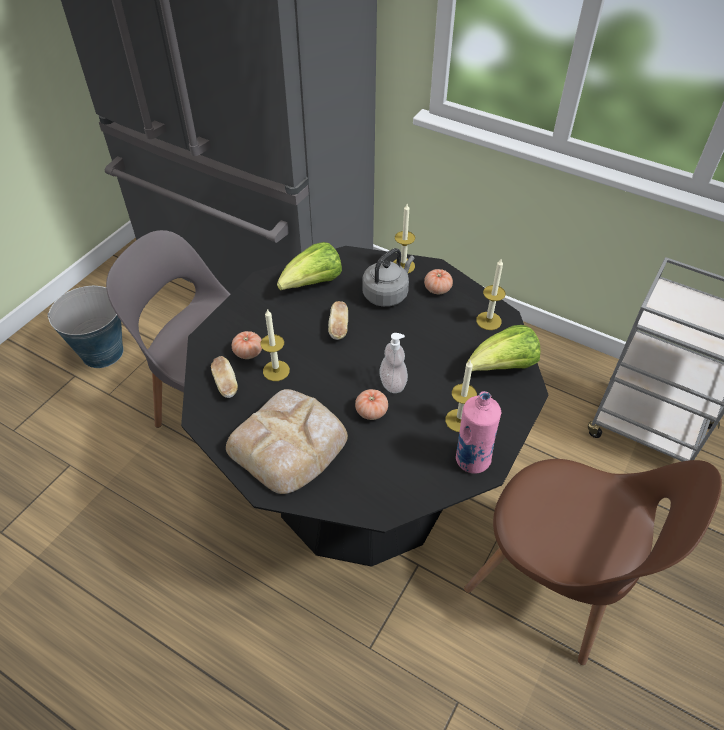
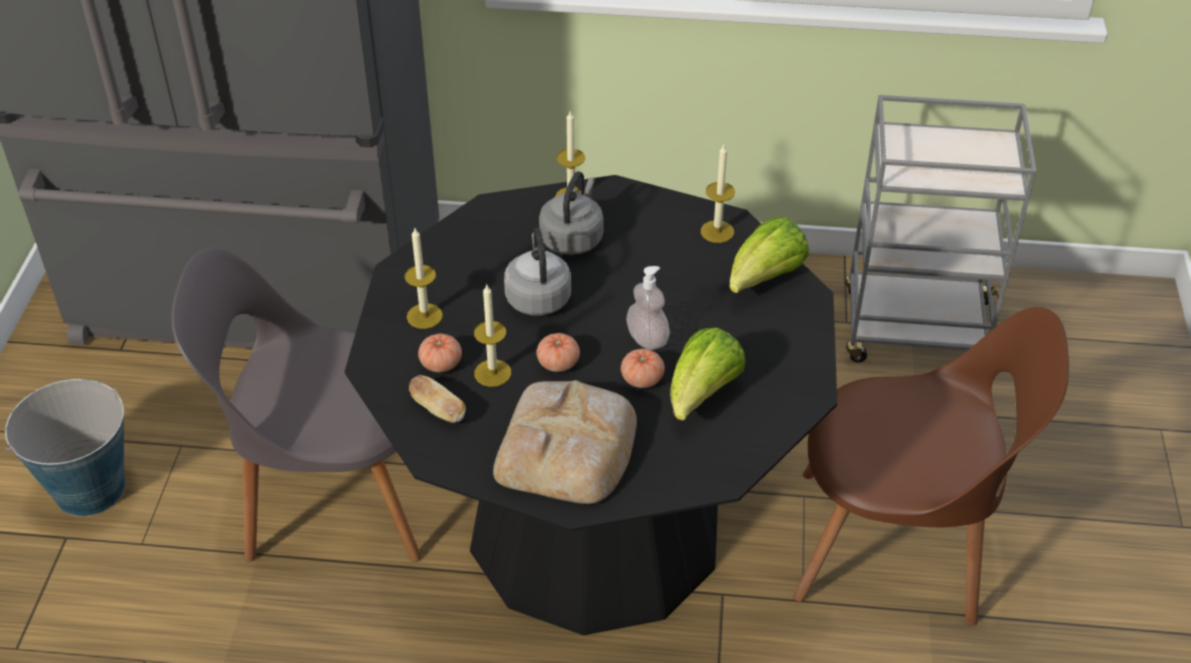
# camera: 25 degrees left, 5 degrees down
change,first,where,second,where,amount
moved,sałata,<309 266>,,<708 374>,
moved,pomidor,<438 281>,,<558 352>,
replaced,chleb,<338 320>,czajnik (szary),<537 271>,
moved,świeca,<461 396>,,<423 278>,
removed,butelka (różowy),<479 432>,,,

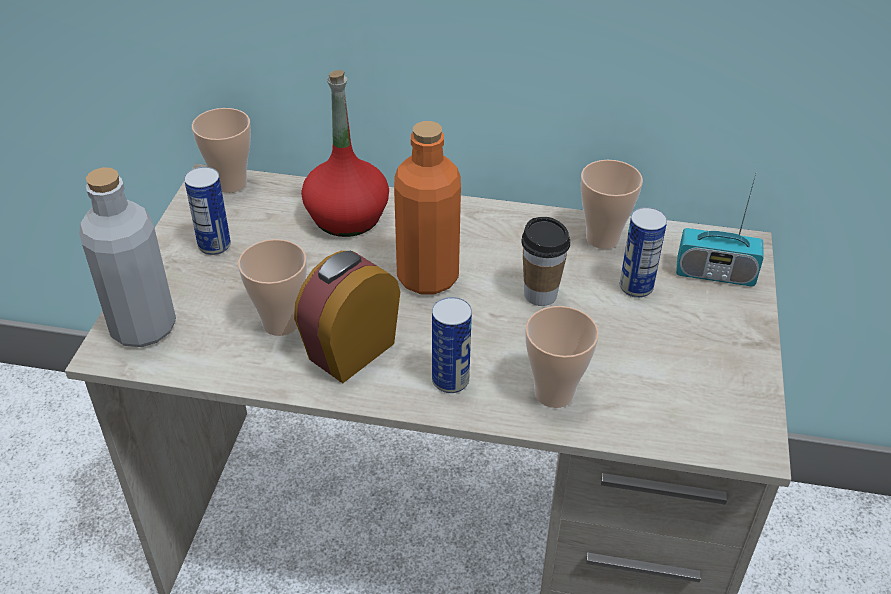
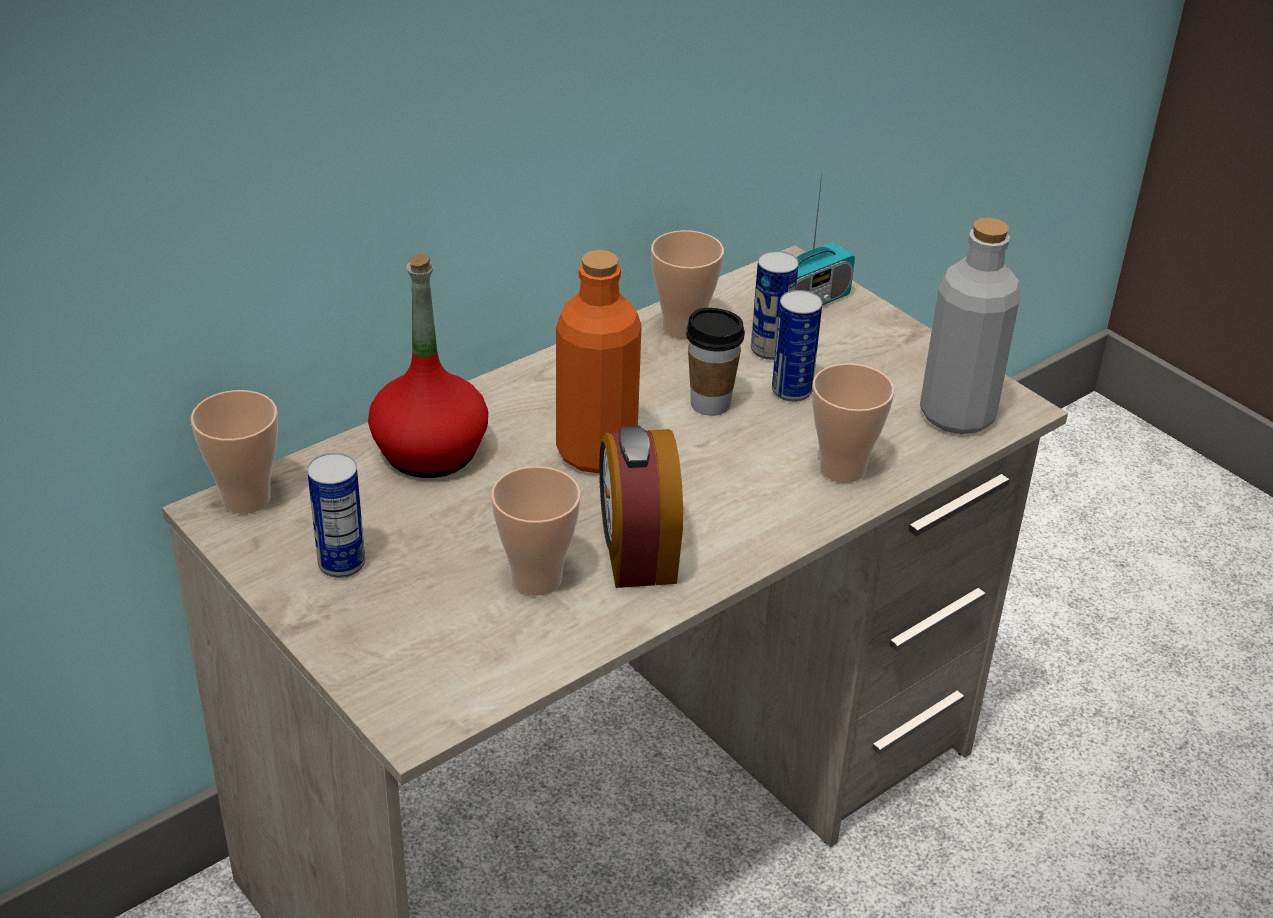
# camera: 50 degrees left, 5 degrees down
change,first,where,second,where,amount
moved,butelka (szary),<127 257>,,<970 326>,
moved,puszka,<452 345>,,<797 346>,

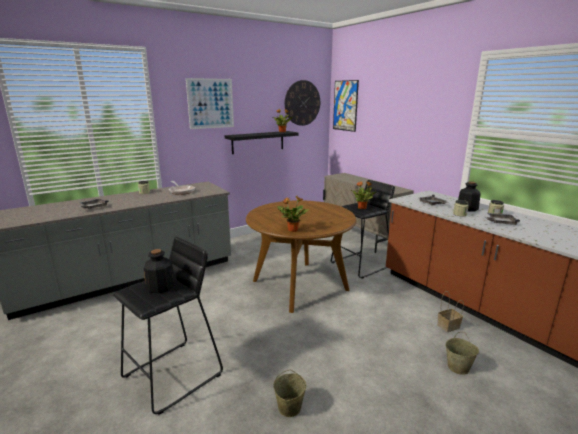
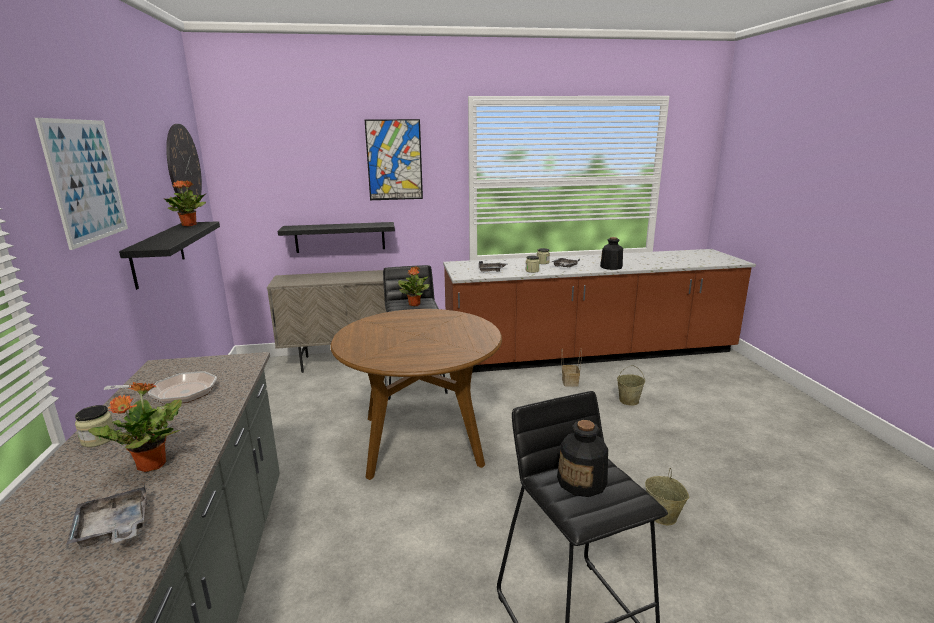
# camera: 65 degrees left, 0 degrees up
change,first,where,second,where,amount
moved,obraz,<346 106>,,<394 159>,
moved,butelka,<469 196>,,<611 253>,
moved,roślina doniczkowa,<293 214>,,<135 427>,
added,,,półka (czarny),<336 237>,

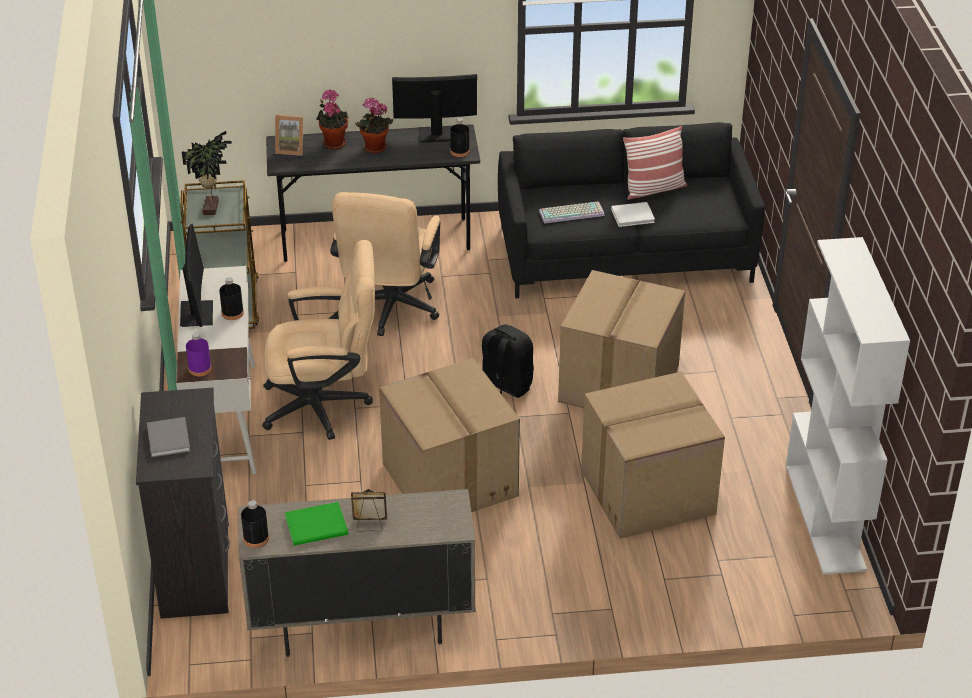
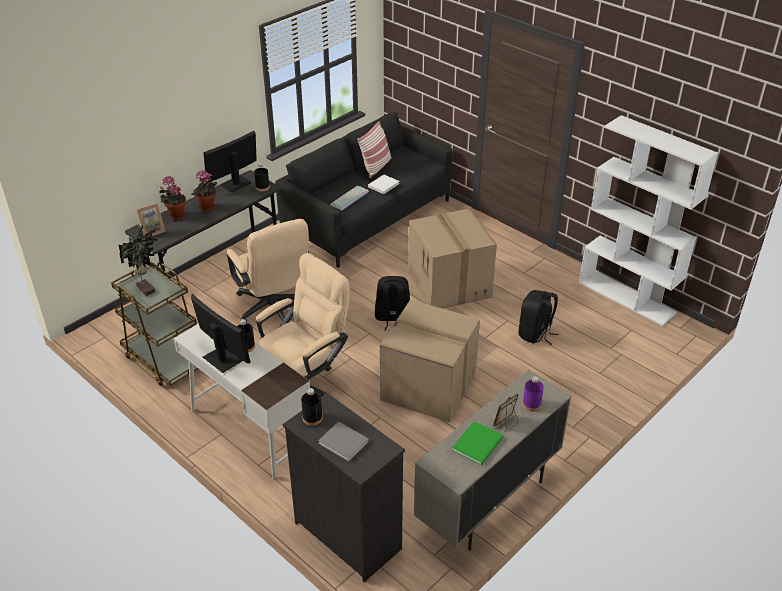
# camera: 40 degrees left, 0 degrees up
change,first,where,second,where,amount
moved,butelka (fioletowy),<199 354>,,<533 393>,
replaced,karton,<653 455>,plecak (czarny),<538 317>,
moved,butelka (czarny),<255 524>,,<312 407>,

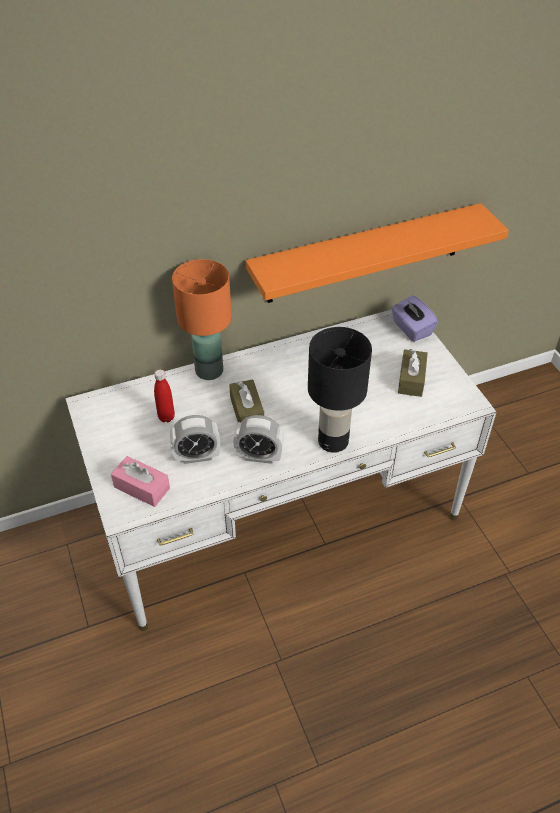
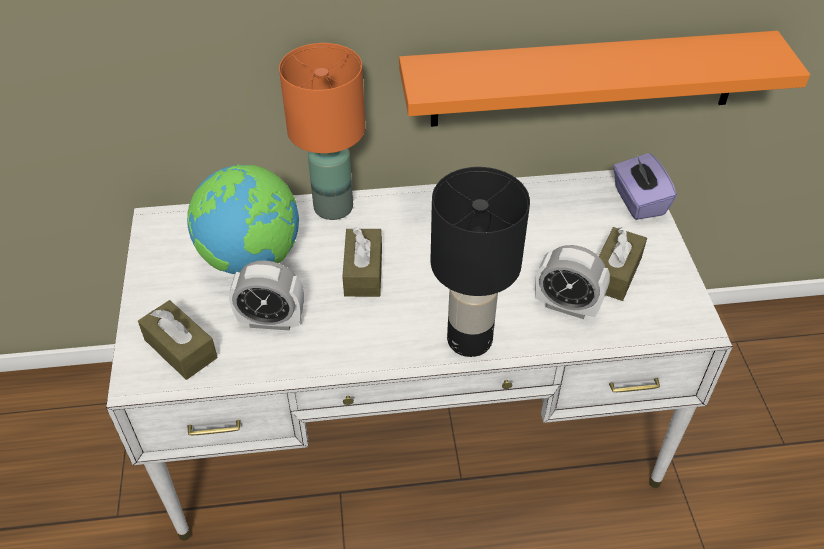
# camera: 15 degrees right, 0 degrees up
change,first,where,second,where,amount
replaced,butelka (czerwony),<164 395>,globus,<243 219>,
moved,budzik,<258 439>,,<572 282>,
recoloured,pudełko chusteczek (różowy),<140 481>,pudełko chusteczek (brązowy),<177 340>,

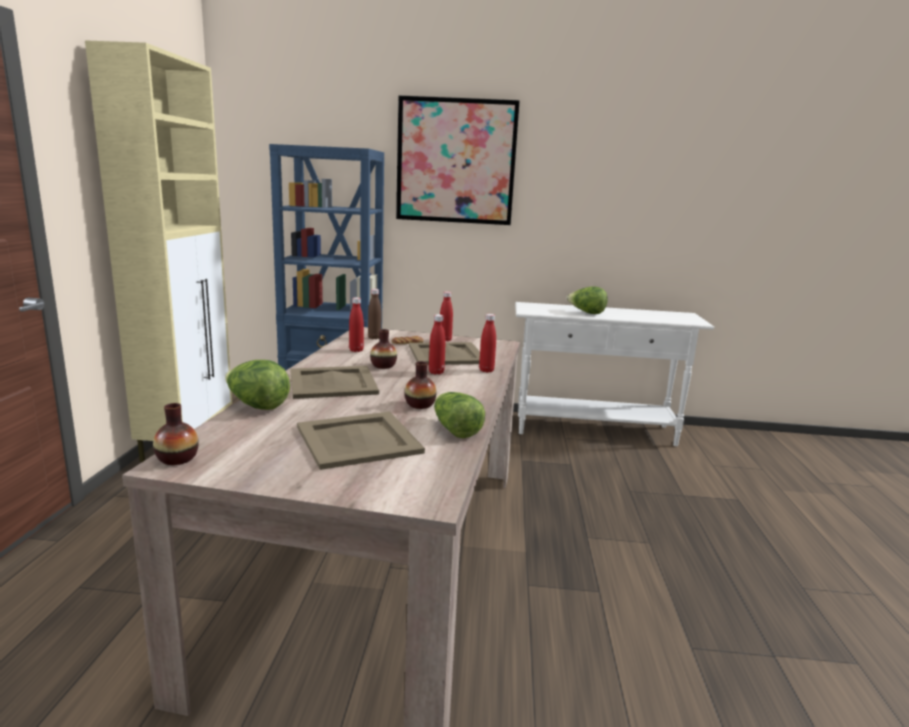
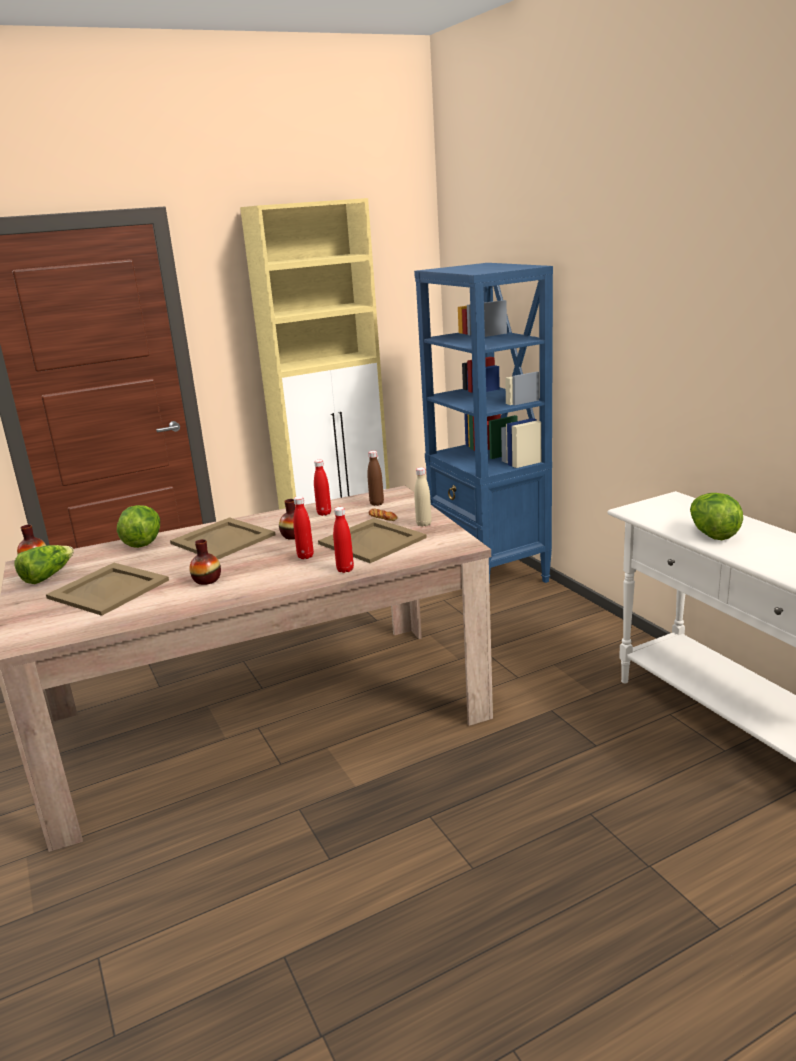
# camera: 60 degrees right, 5 degrees up
change,first,where,second,where,amount
removed,obraz,<458 160>,,,
recoloured,butelka (czerwony),<446 316>,butelka (beżowy),<423 497>,
moved,sałata,<459 415>,,<44 564>,

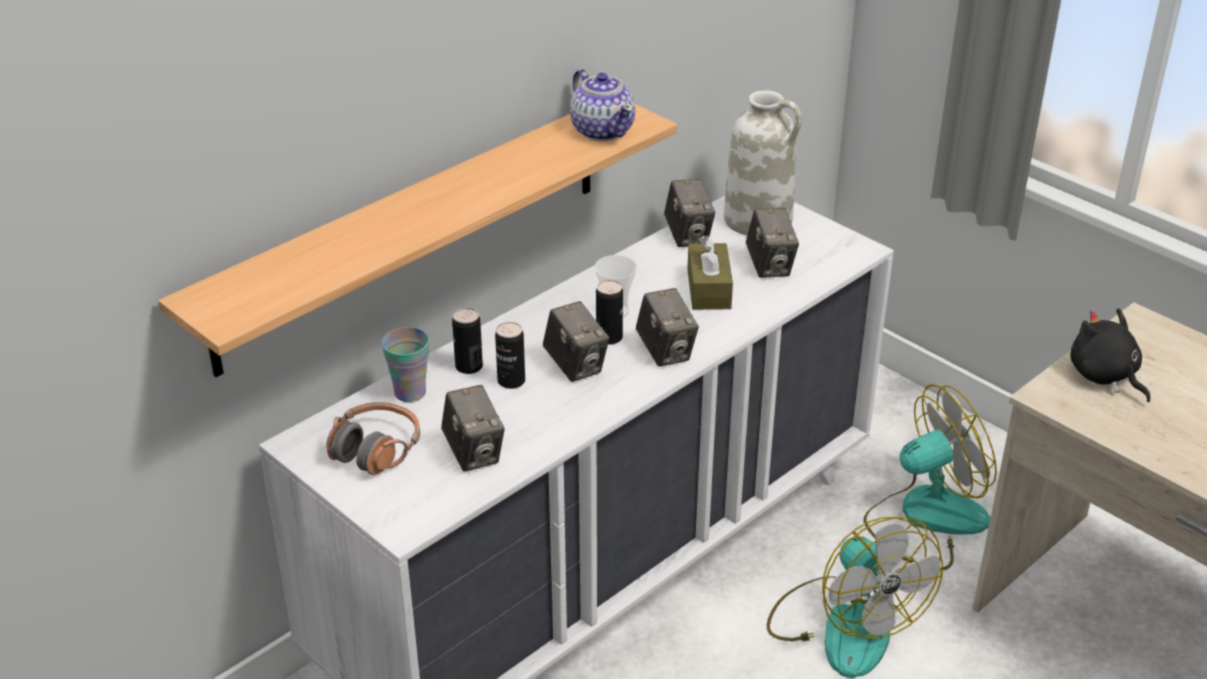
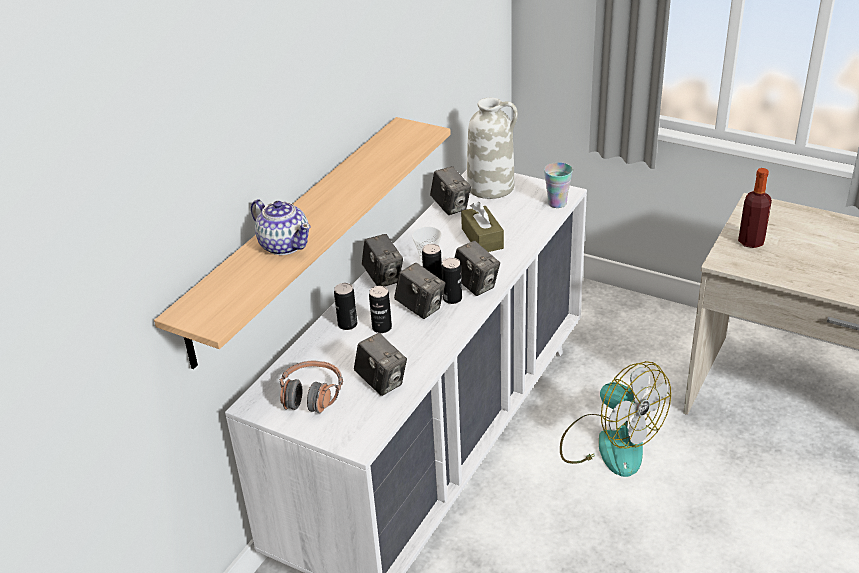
# camera: 15 degrees left, 0 degrees up
change,first,where,second,where,amount
moved,imbryk,<602 105>,,<281 227>,
moved,aparat fotograficzny,<772 243>,,<382 260>,
replaced,pluszak (czarny),<1110 355>,butelka,<755 208>,
moved,filiżanka,<405 364>,,<558 185>,
removed,wentylator,<930 477>,,,
added,,,puszka,<452 281>,

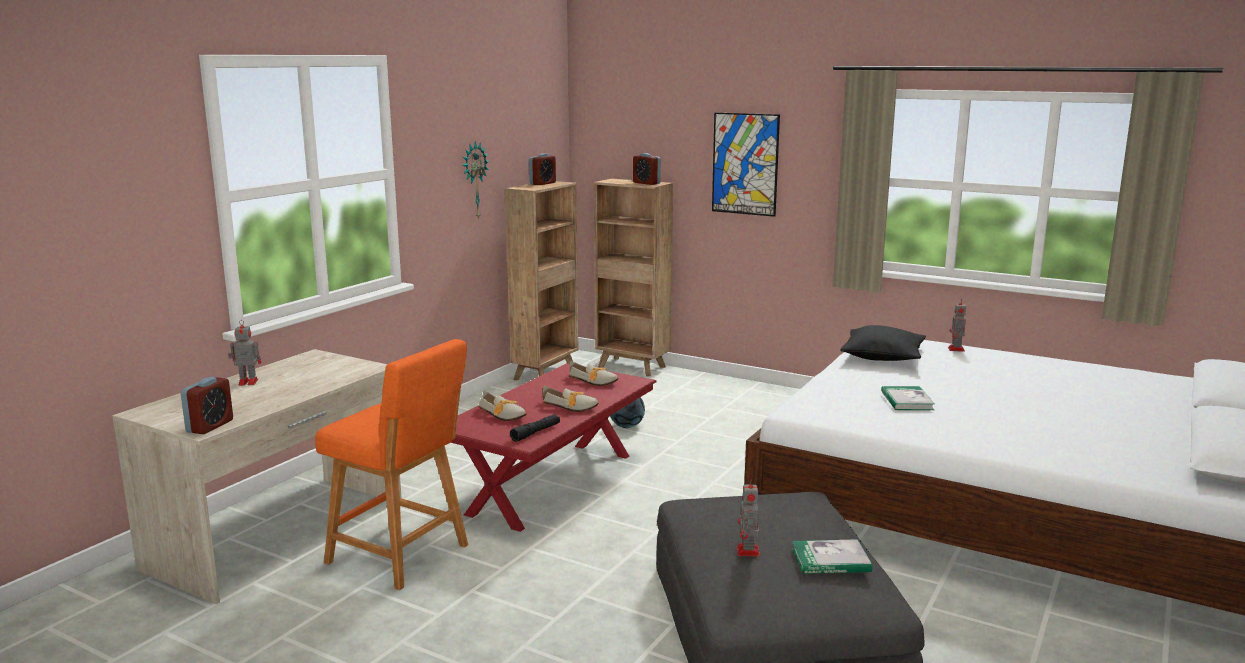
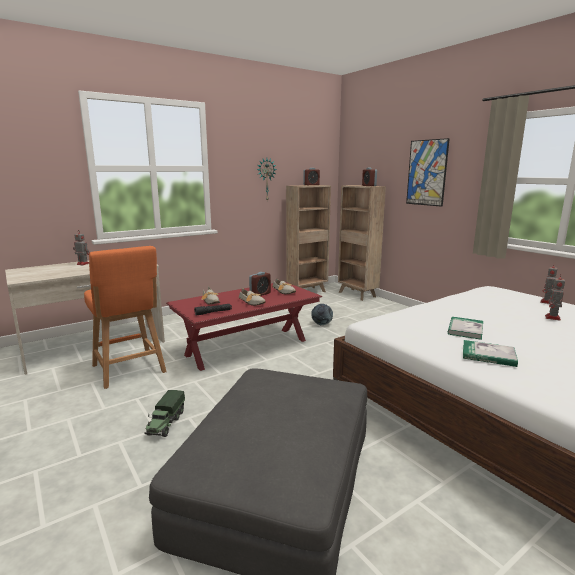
# camera: 25 degrees right, 0 degrees up
change,first,where,second,where,amount
removed,poduszka (czarny),<883 343>,,,
moved,budzik,<207 405>,,<260 284>,
moved,robot zabawkowy,<748 520>,,<555 298>,
moved,książka,<832 556>,,<490 353>,
added,,,ciężarówka zabawkowa,<164 413>,

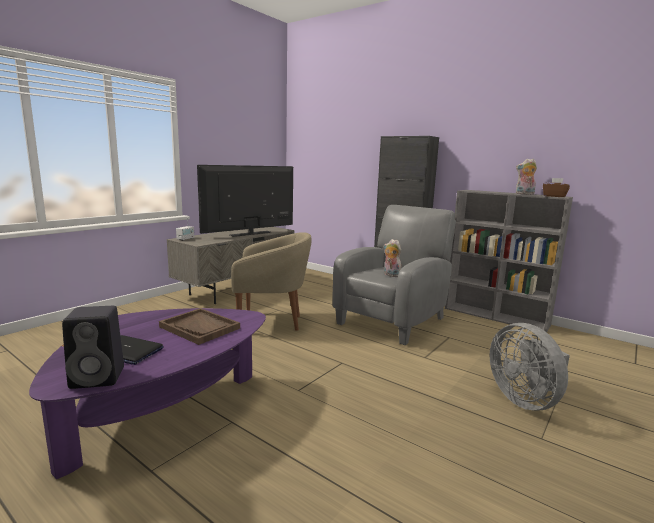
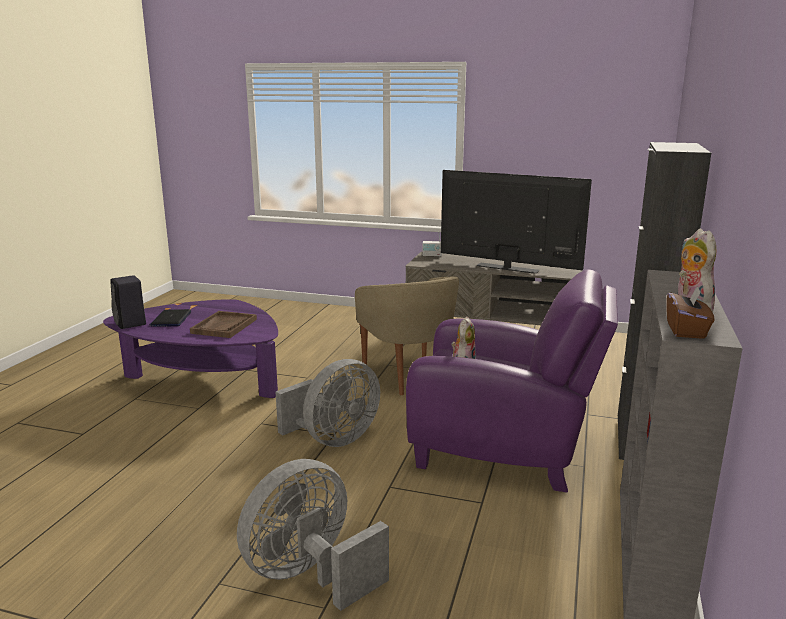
# camera: 70 degrees right, 5 degrees up
change,first,where,second,where,amount
recoloured,fotel (szary),<394 275>,fotel (fioletowy),<512 381>,
added,,,wentylator (szary),<328 403>,

